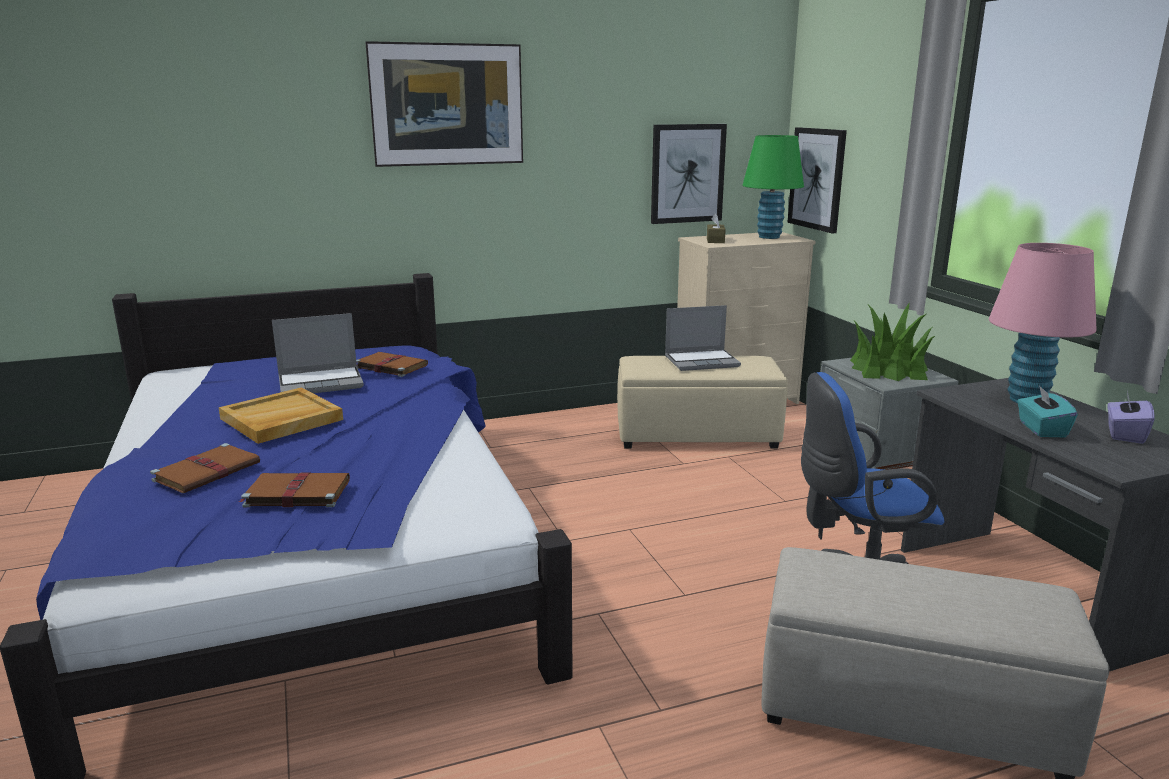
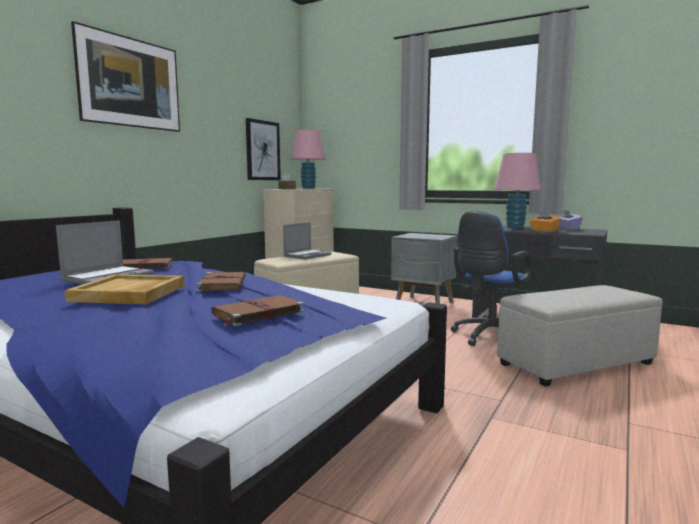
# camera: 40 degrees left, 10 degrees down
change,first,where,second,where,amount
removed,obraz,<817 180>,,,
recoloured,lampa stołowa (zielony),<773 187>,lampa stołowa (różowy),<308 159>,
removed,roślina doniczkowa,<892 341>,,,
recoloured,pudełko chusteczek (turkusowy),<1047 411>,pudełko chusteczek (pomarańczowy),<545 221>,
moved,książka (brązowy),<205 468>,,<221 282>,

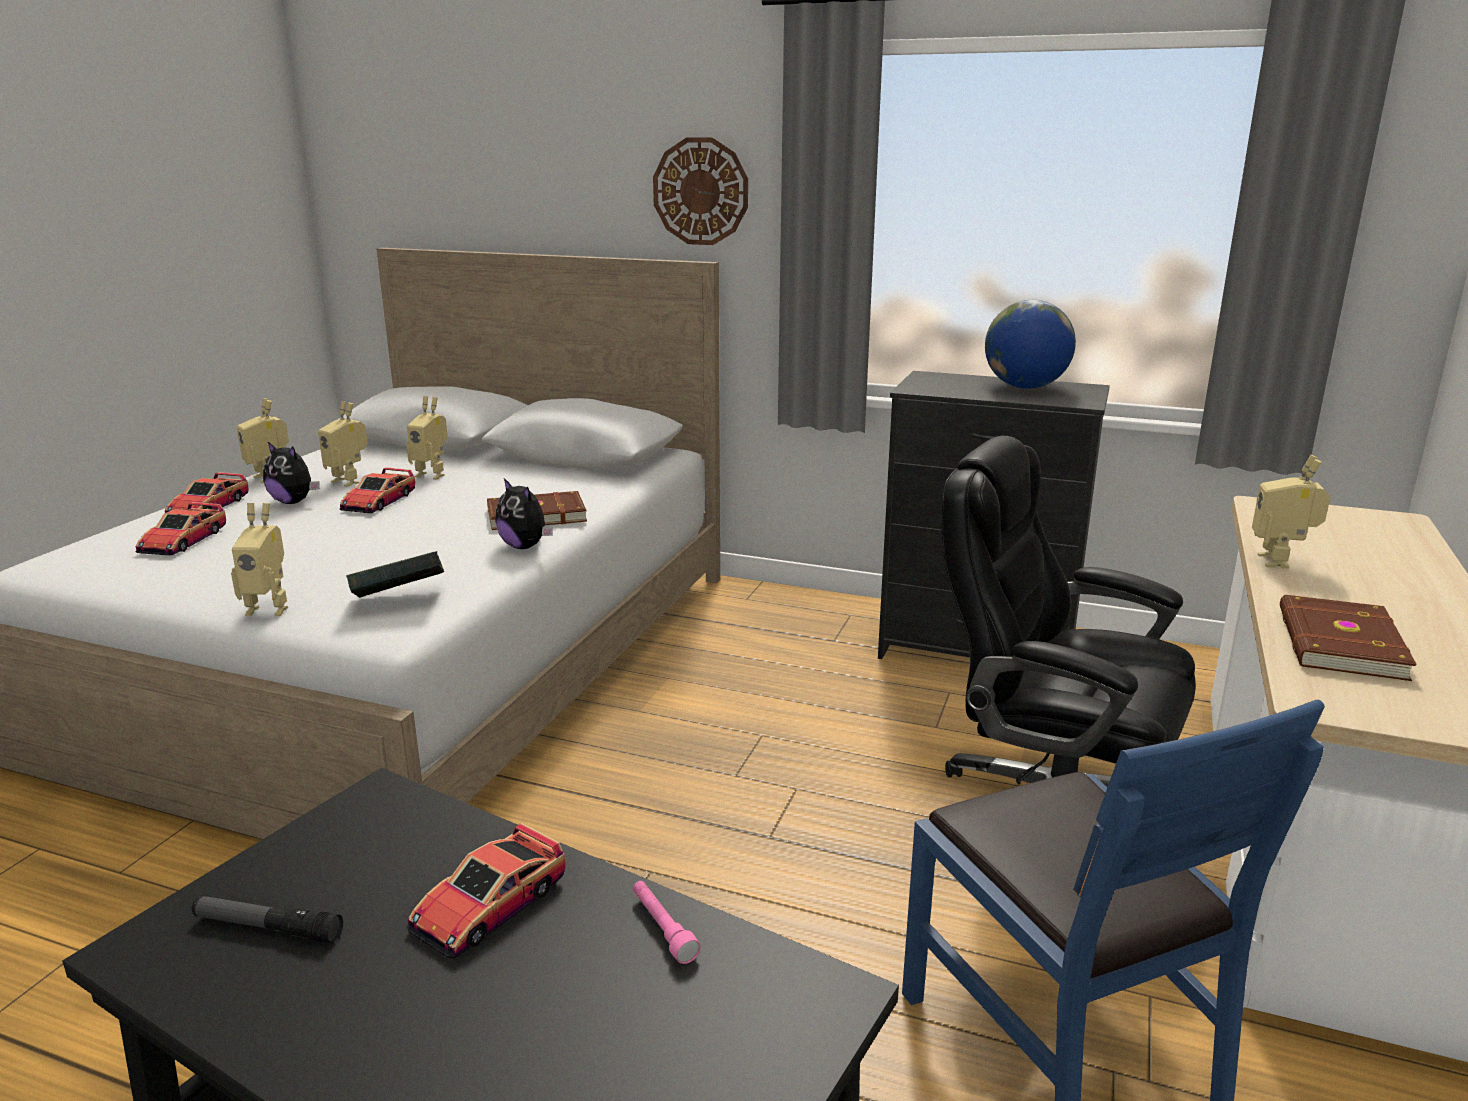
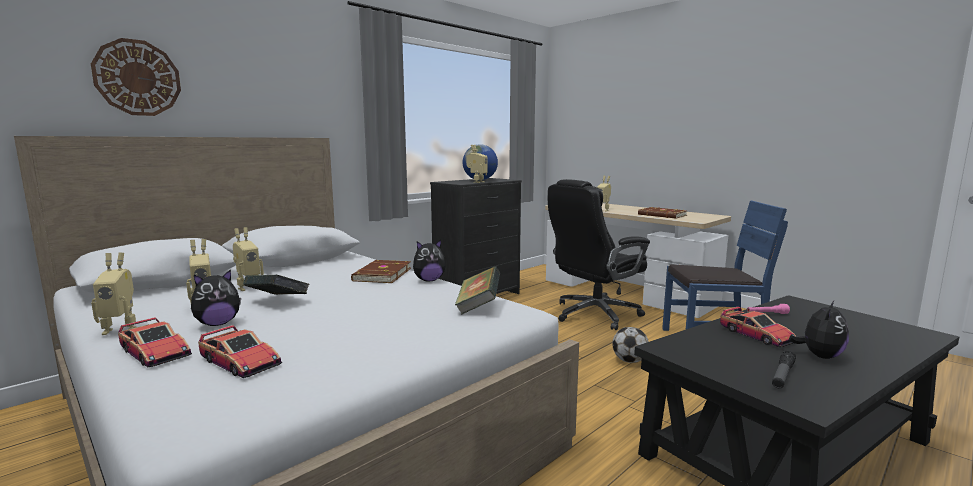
# camera: 65 degrees left, 10 degrees down
change,first,where,second,where,amount
moved,zegar ścienny,<700 191>,,<136 77>,
replaced,samochodzik,<377 490>,książka,<276 285>,
moved,robot zabawkowy,<259 559>,,<477 164>,
added,,,pluszak,<819 330>,
added,,,piłka futbolowa,<630 345>,

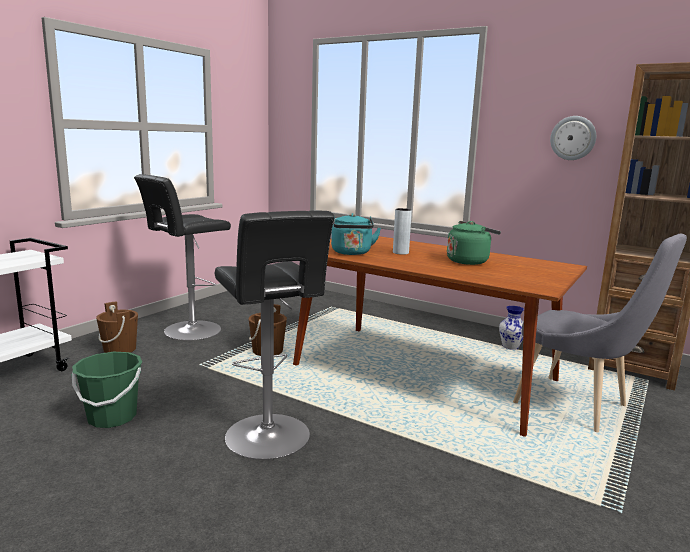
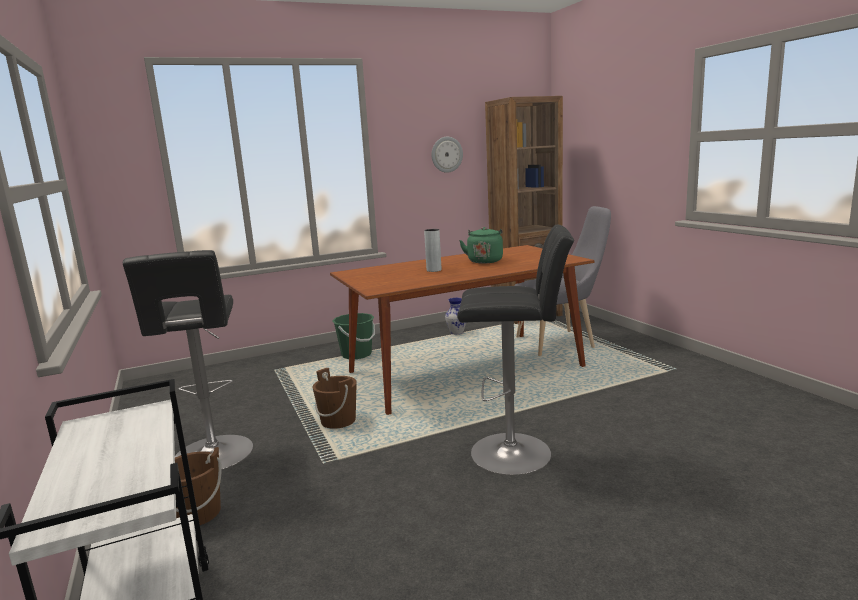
# camera: 55 degrees left, 0 degrees up
change,first,where,second,where,amount
removed,czajnik (turkusowy),<356 234>,,,
moved,wiadro (zielony),<107 390>,,<353 336>,

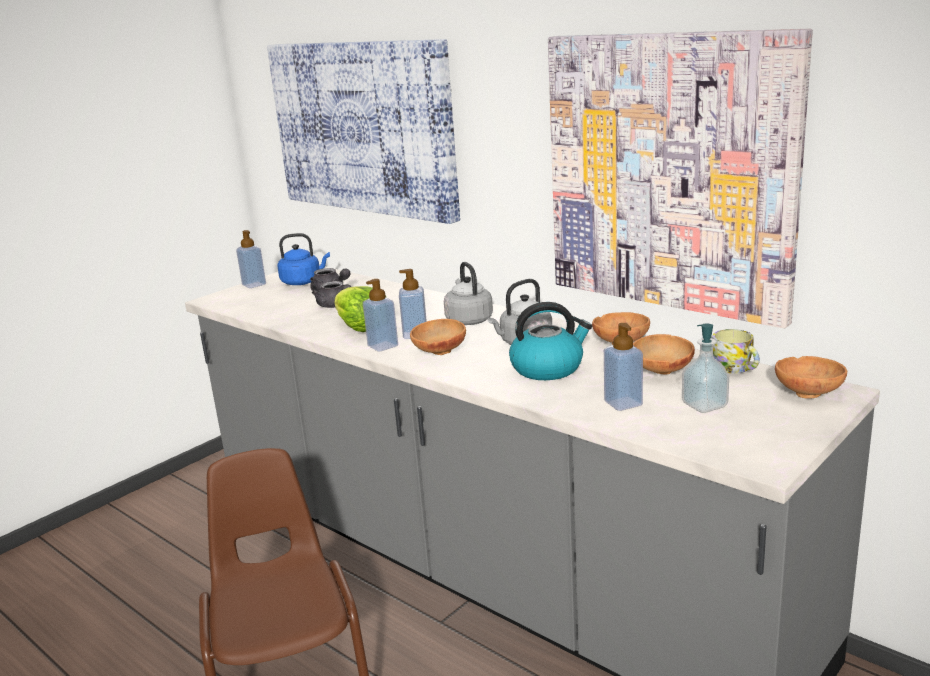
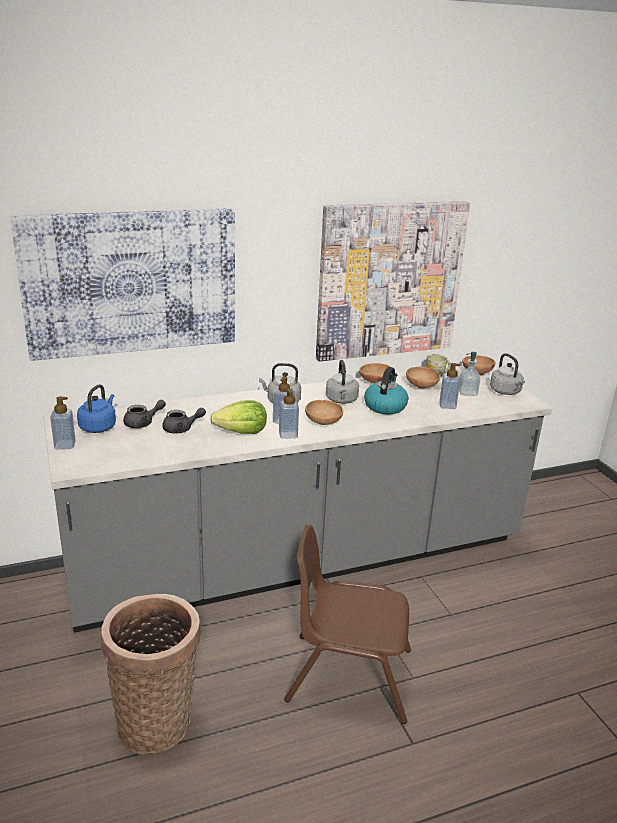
# camera: 65 degrees left, 5 degrees up
change,first,where,second,where,amount
added,,,czajnik (szary),<507 374>,
added,,,koszyk,<150 674>,

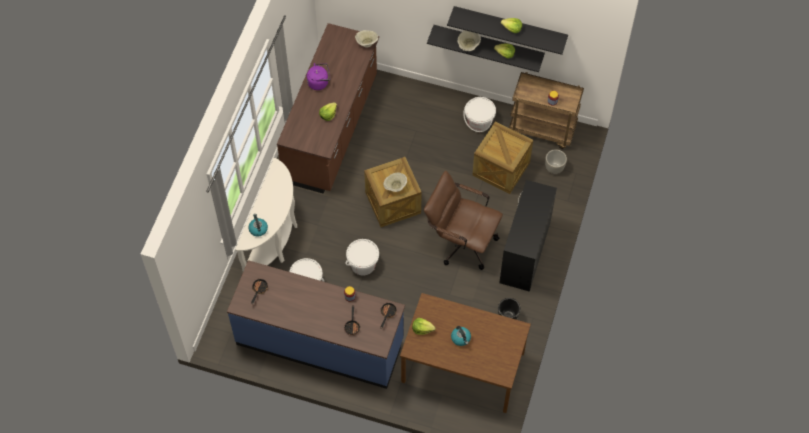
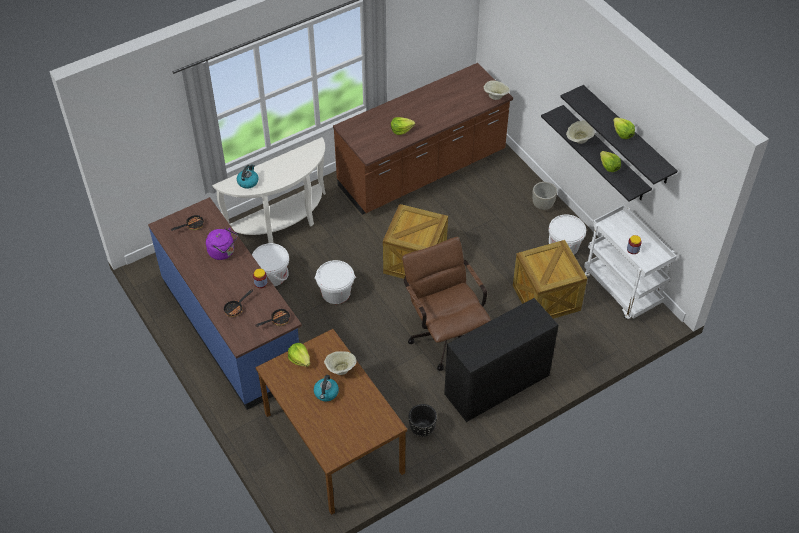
# camera: 40 degrees right, 10 degrees down
change,first,where,second,where,amount
moved,czajnik (fioletowy),<318 76>,,<222 244>,
recoloured,wózek (brązowy),<546 110>,wózek (biały),<630 262>,
moved,donica (szary),<556 161>,,<544 196>,
moved,miska (beżowy),<395 182>,,<340 363>,

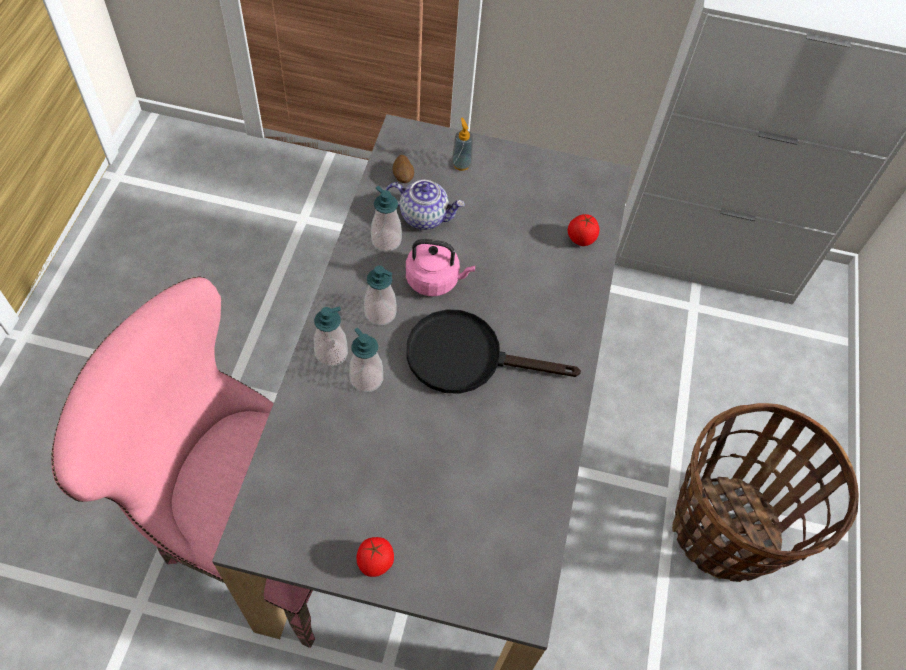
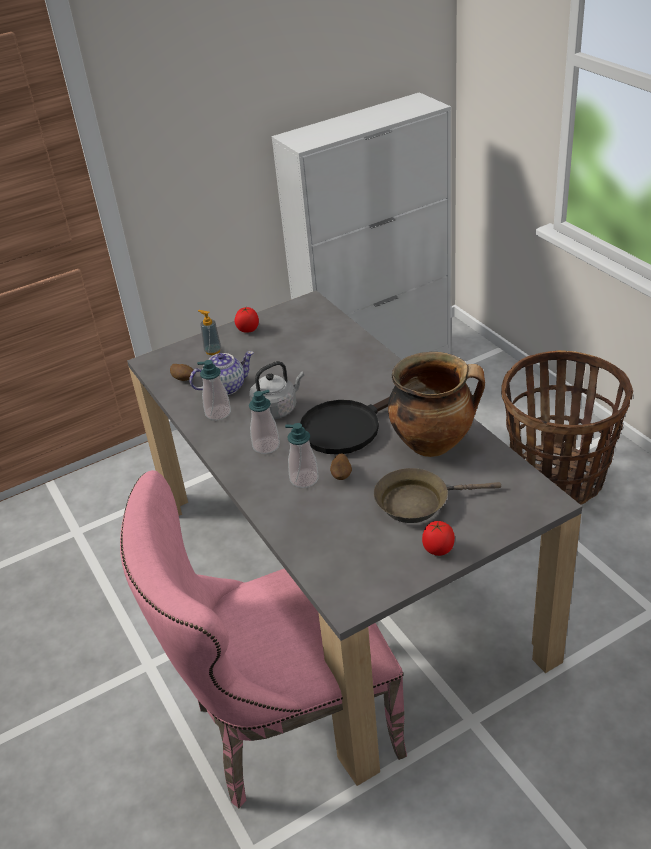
# camera: 35 degrees left, 20 degrees down
change,first,where,second,where,amount
moved,pomidor,<583 230>,,<247 320>,
recoloured,czajnik (różowy),<440 267>,czajnik (szary),<276 390>,
removed,dozownik mydła,<331 337>,,,
added,,,garnek,<436 404>,
added,,,ziemniak,<341 466>,
added,,,patelnia (brązowy),<437 495>,

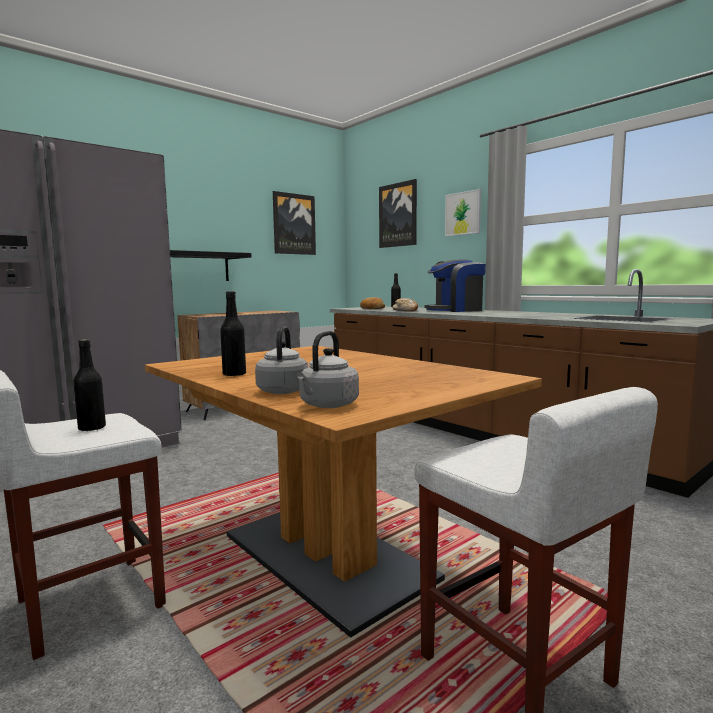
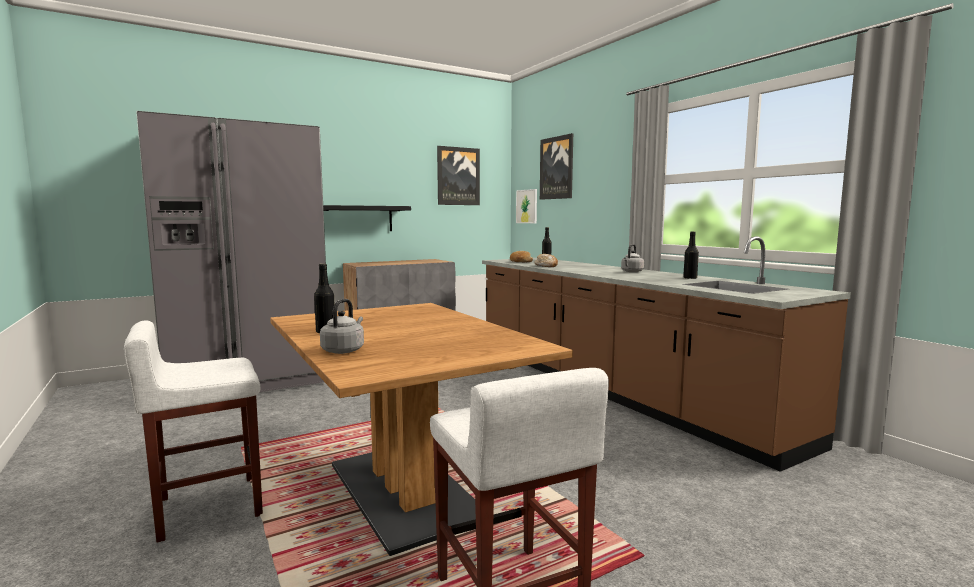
# camera: 10 degrees right, 0 degrees up
change,first,where,second,where,amount
moved,obraz,<463 213>,,<526 206>,
removed,ekspres do kawy,<455 286>,,,
moved,czajnik (szary),<328 369>,,<632 258>,
moved,butelka (czarny),<89 385>,,<691 255>,

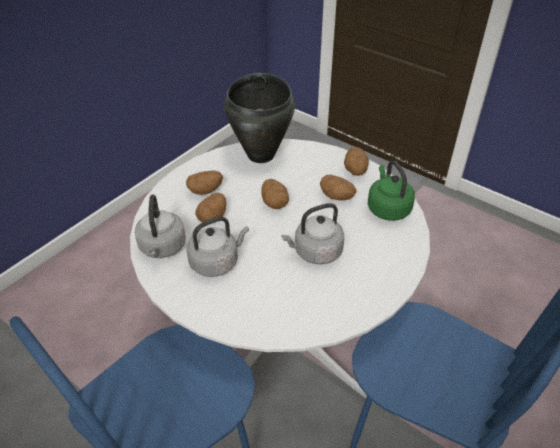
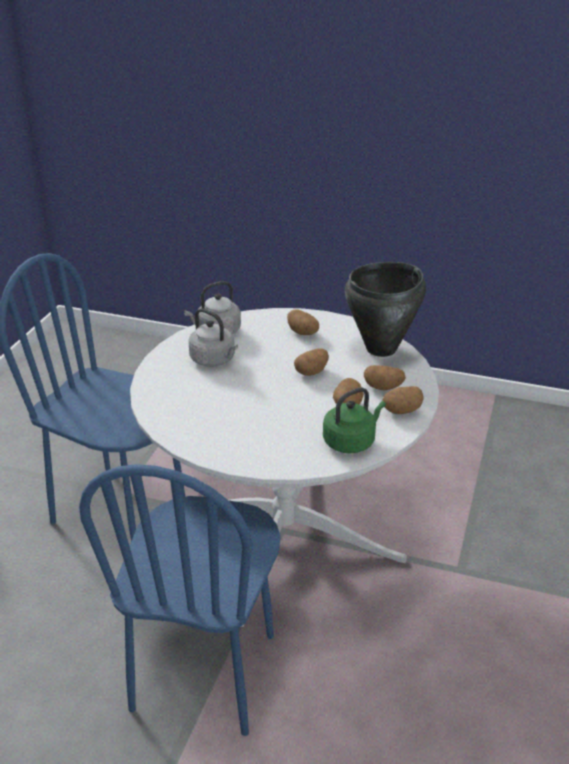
# camera: 70 degrees right, 10 degrees down
change,first,where,second,where,amount
moved,ziemniak,<210 207>,,<385 378>,
removed,czajnik (szary),<312 233>,,,

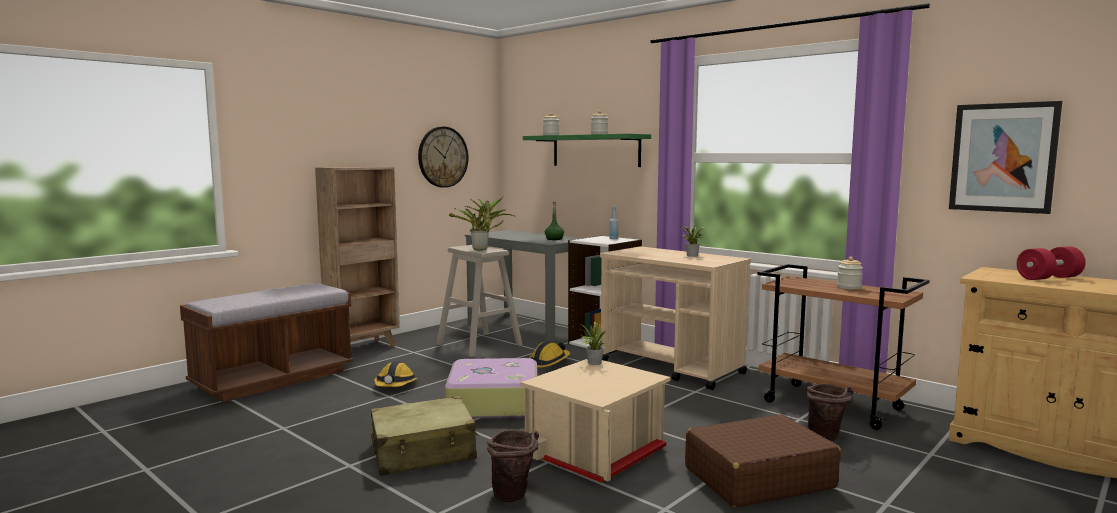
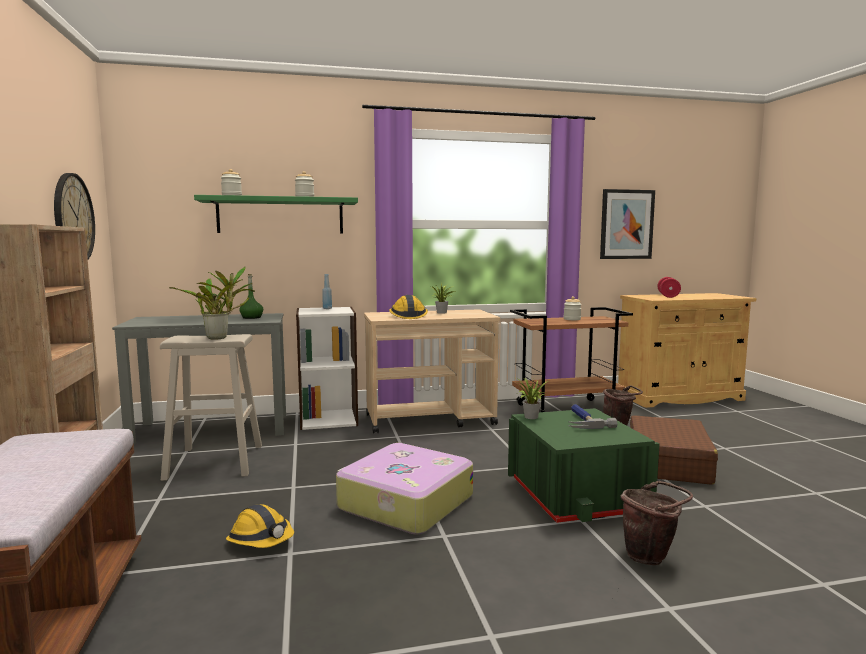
# camera: 55 degrees left, 0 degrees up
change,first,where,second,where,amount
moved,kask,<549 354>,,<408 307>,
recoloured,pojemnik do przechowywania (beżowy),<595 421>,pojemnik do przechowywania (zielony),<584 465>,
removed,walizka (beżowy),<424 436>,,,
added,,,młotek,<593 416>,

